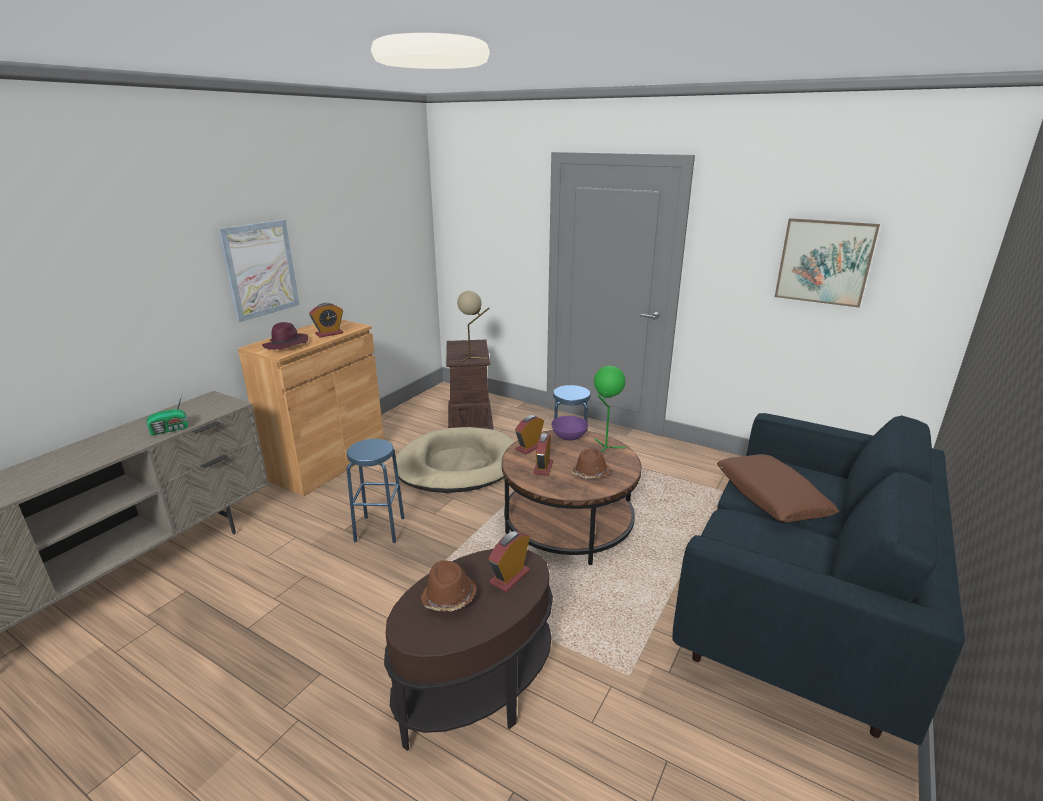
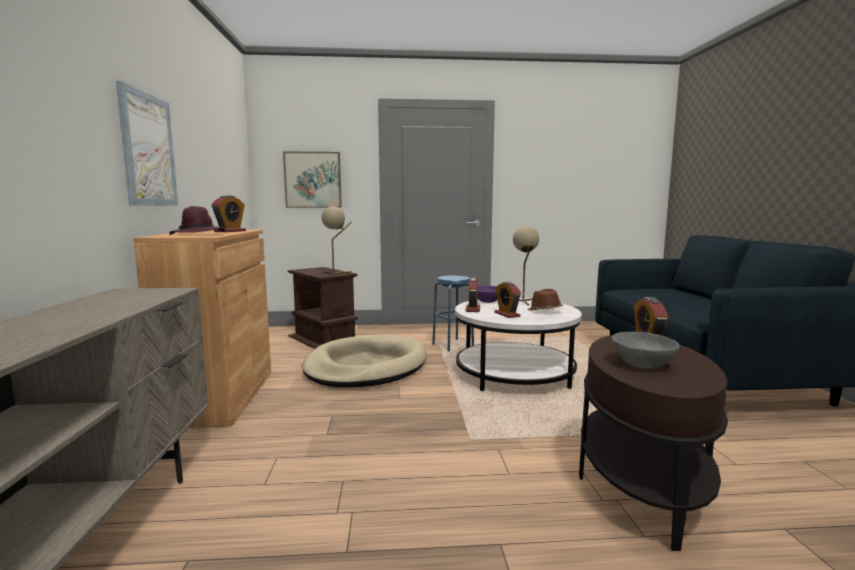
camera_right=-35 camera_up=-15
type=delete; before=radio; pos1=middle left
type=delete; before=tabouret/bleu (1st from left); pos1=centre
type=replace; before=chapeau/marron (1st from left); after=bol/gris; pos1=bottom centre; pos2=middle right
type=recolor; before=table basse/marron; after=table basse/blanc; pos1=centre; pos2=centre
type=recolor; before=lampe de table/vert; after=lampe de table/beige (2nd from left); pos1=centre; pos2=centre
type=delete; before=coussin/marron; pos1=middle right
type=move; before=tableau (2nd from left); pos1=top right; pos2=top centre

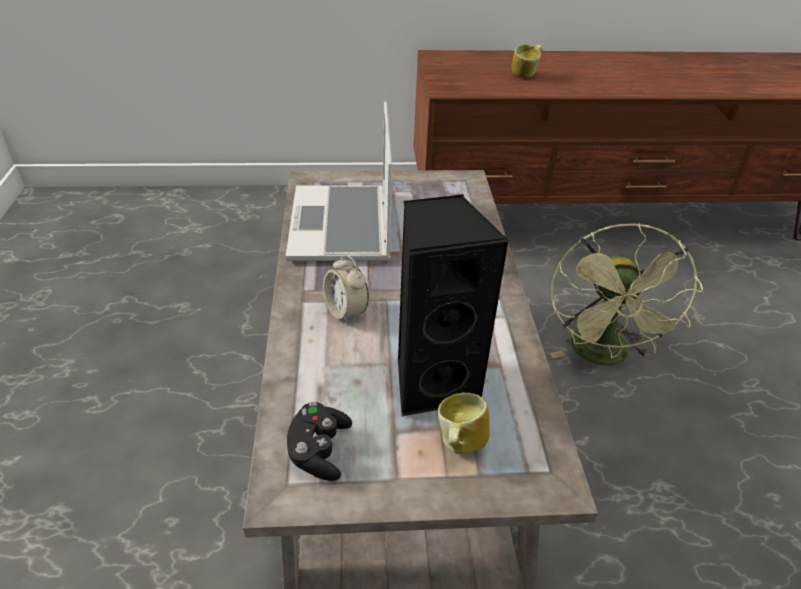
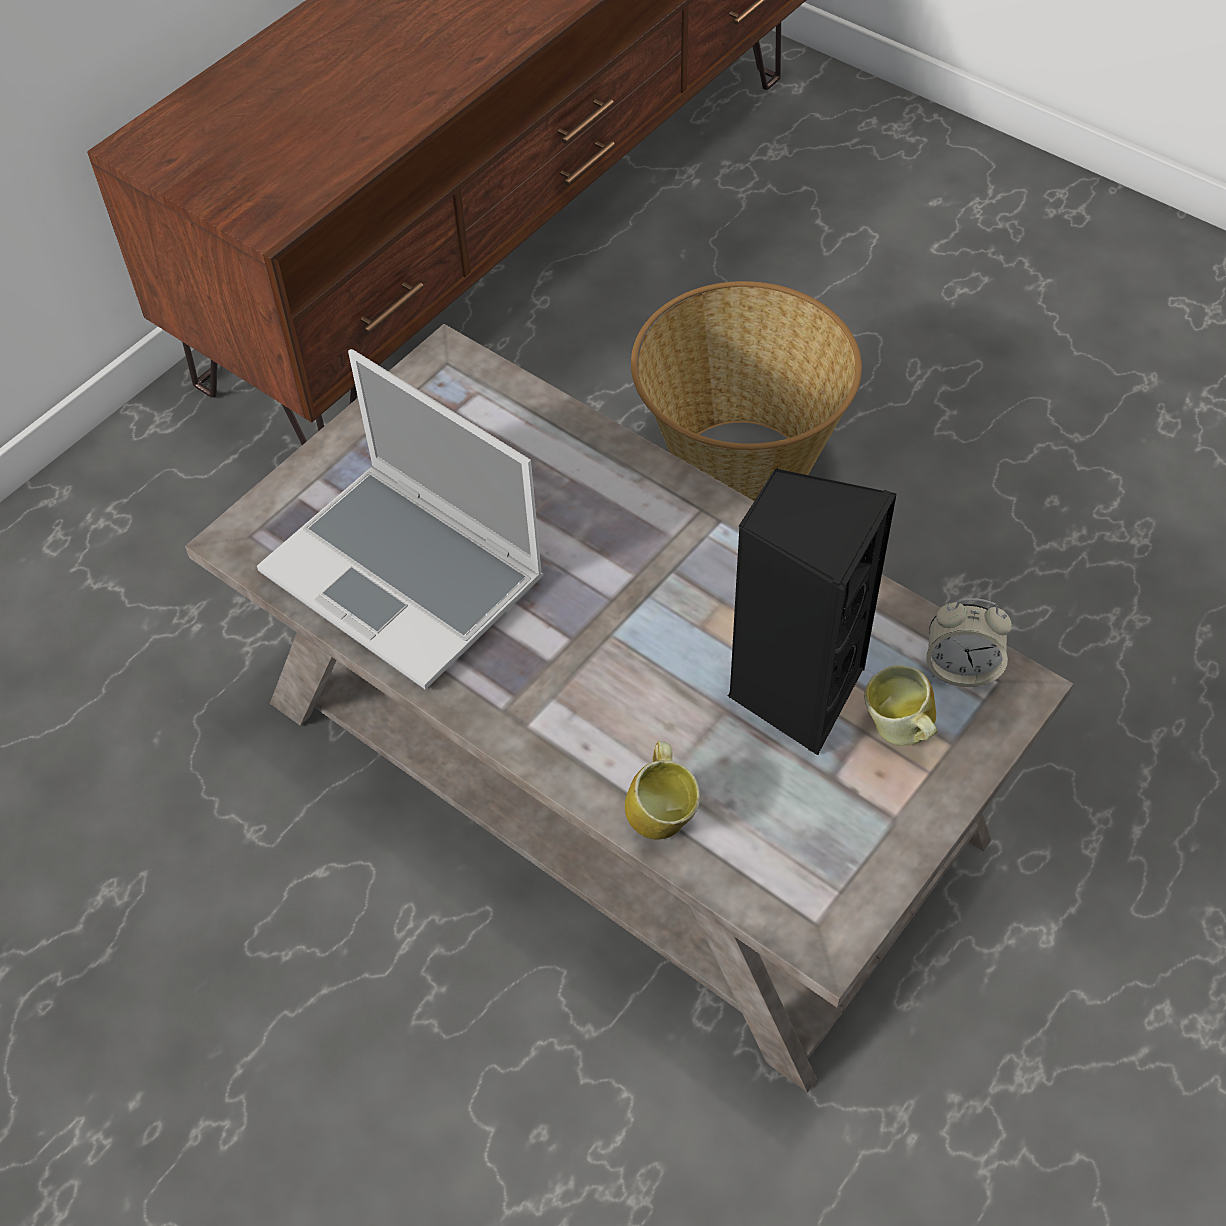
camera_right=-45 camera_up=15
type=delete; before=manette/noir; pos1=bottom centre
type=move; before=réveil; pos1=centre; pos2=middle right
type=move; before=mug (2nd from left in the first image); after=mug (1st from left); pos1=top centre; pos2=centre
type=replace; before=ventilateur/vert; after=panier; pos1=middle right; pos2=top centre

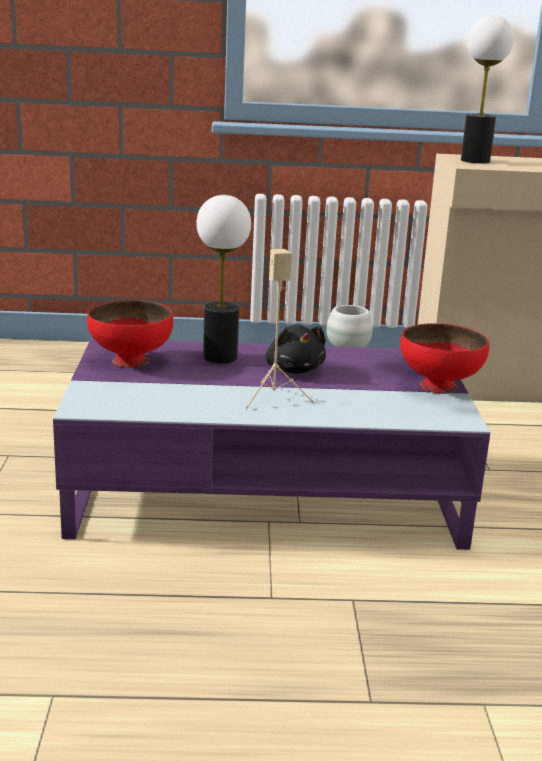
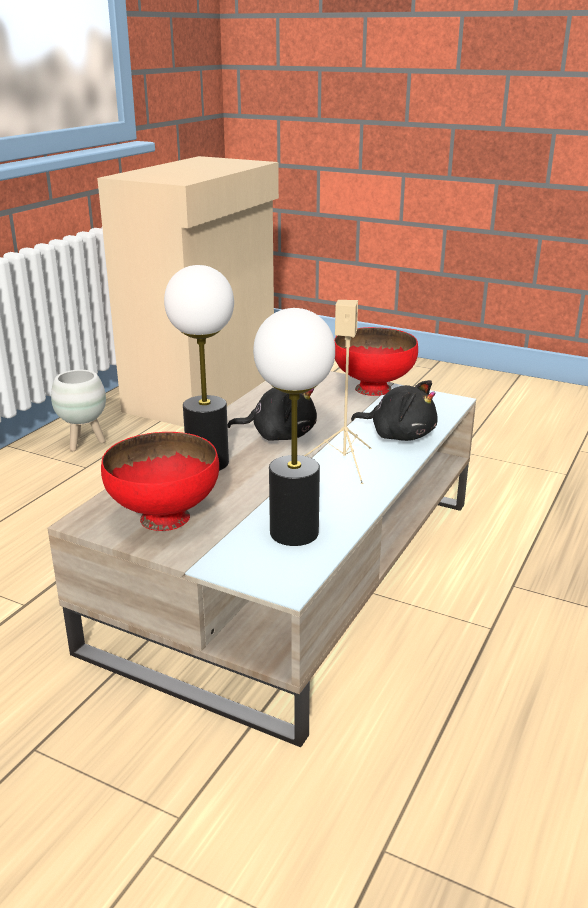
camera_right=-60 camera_up=5
type=recolor; before=table basse/violet; after=table basse/beige; pos1=centre; pos2=centre
type=move; before=lampe de table (2nd from left); pos1=top right; pos2=centre
type=insert; after=peluche/noir (2nd from left); pos2=middle right

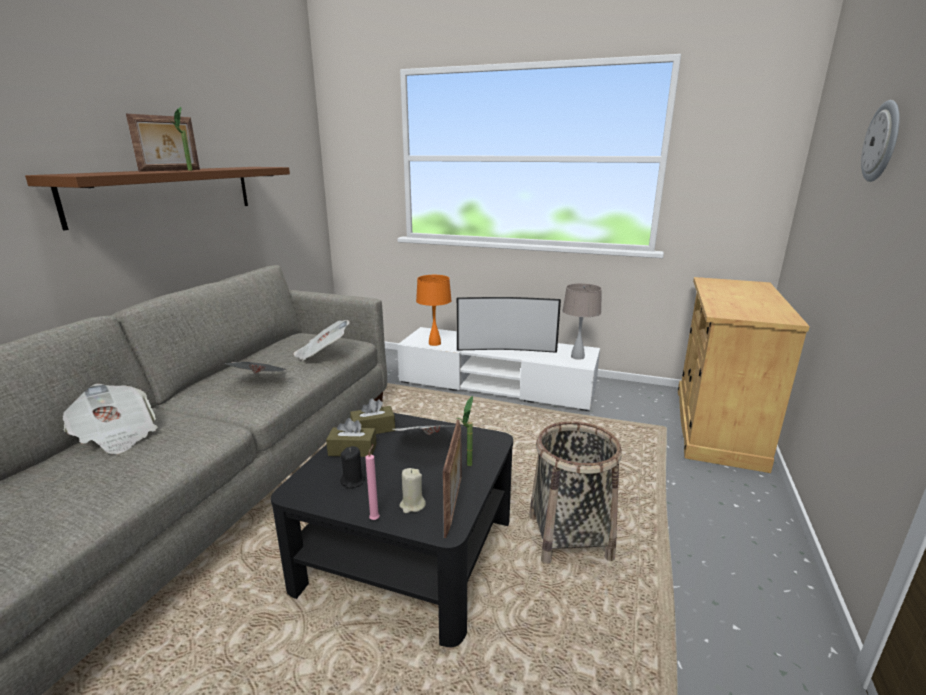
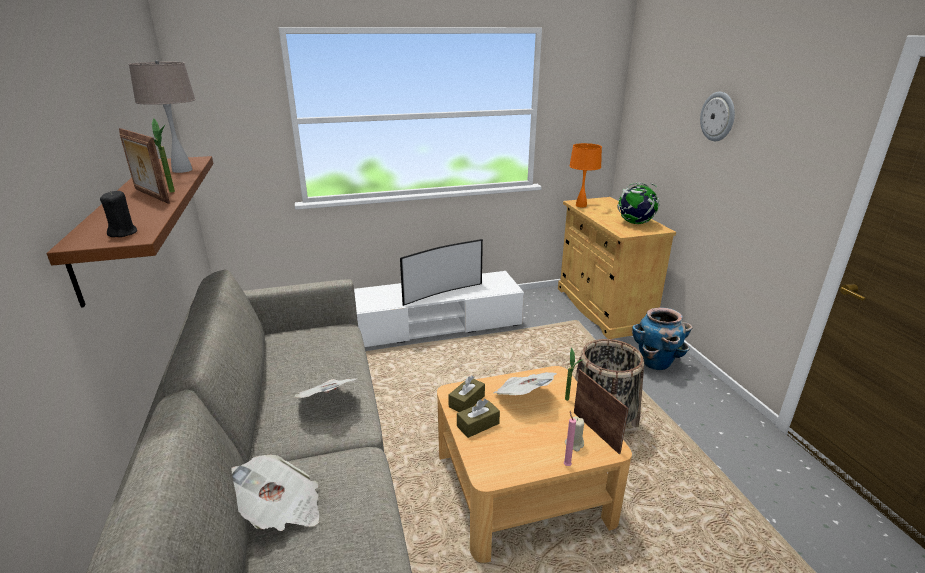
camera_right=-35 camera_up=5
type=rotate; before=cadre photo (1st from left); pos1=top left; pos2=top left; turn=135
type=recolor; before=table basse/noir; after=table basse/beige; pos1=bottom centre; pos2=bottom centre
type=delete; before=journal (3rd from left); pos1=centre
type=move; before=bougie/noir; pos1=bottom centre; pos2=middle left
type=move; before=lampe de table/orange; pos1=centre; pos2=top centre
type=move; before=lampe de table/beige; pos1=centre; pos2=top left
type=insert; after=globe; pos2=middle right
type=insert; after=cache-pot; pos2=middle right

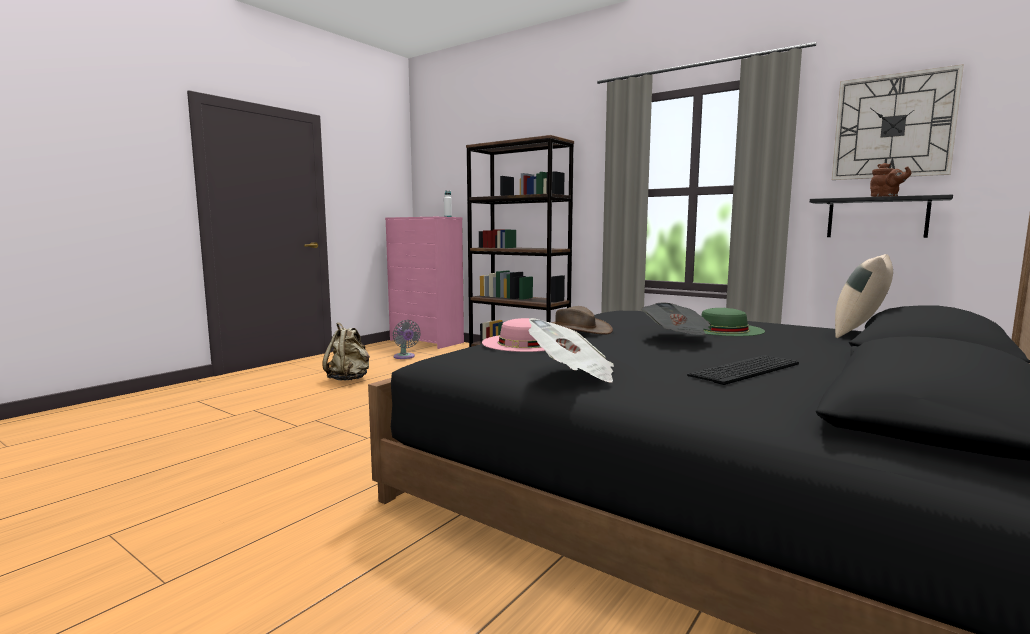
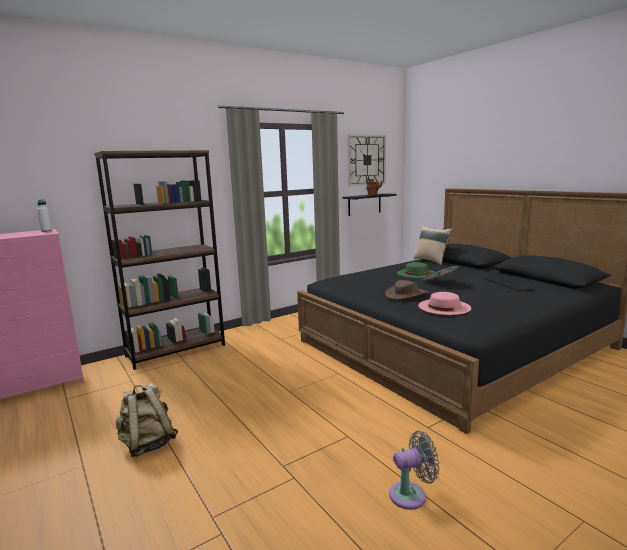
camera_right=-70 camera_up=5
type=move; before=ventilateur/gris; pos1=centre; pos2=bottom centre
type=delete; before=journal (1st from left); pos1=centre

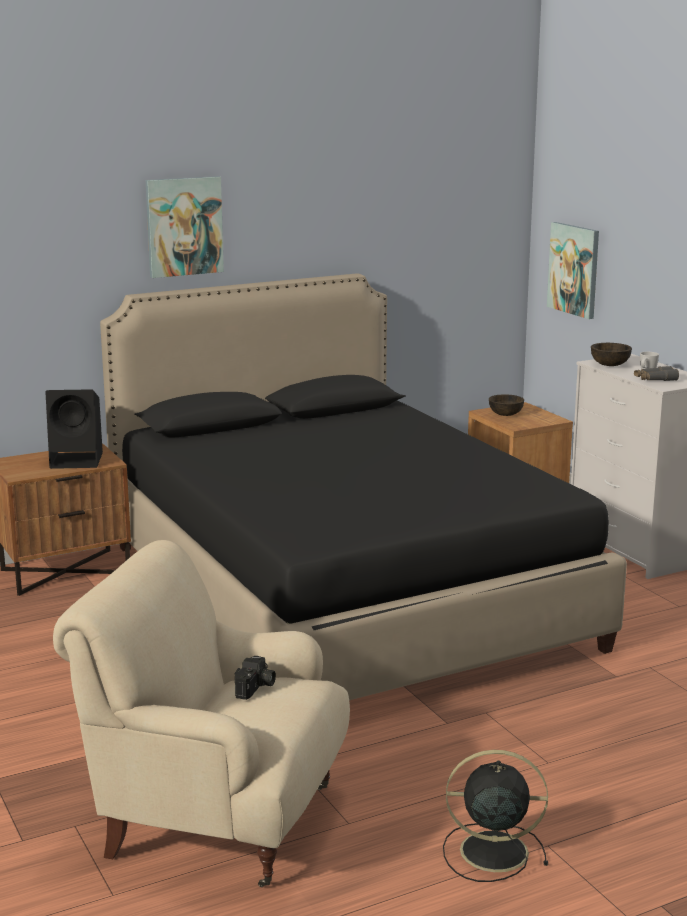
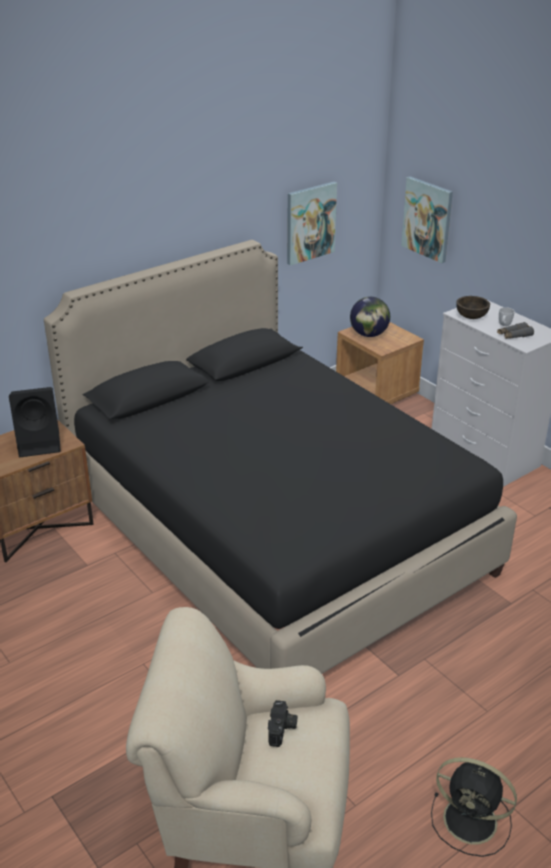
camera_right=-10 camera_up=15
type=move; before=tableau (1st from left); pos1=top left; pos2=top centre
type=rotate; before=ventilateur/noir; pos1=bottom right; pos2=bottom right; turn=-150
type=replace; before=bol/marron (1st from left); after=globe; pos1=middle right; pos2=middle right

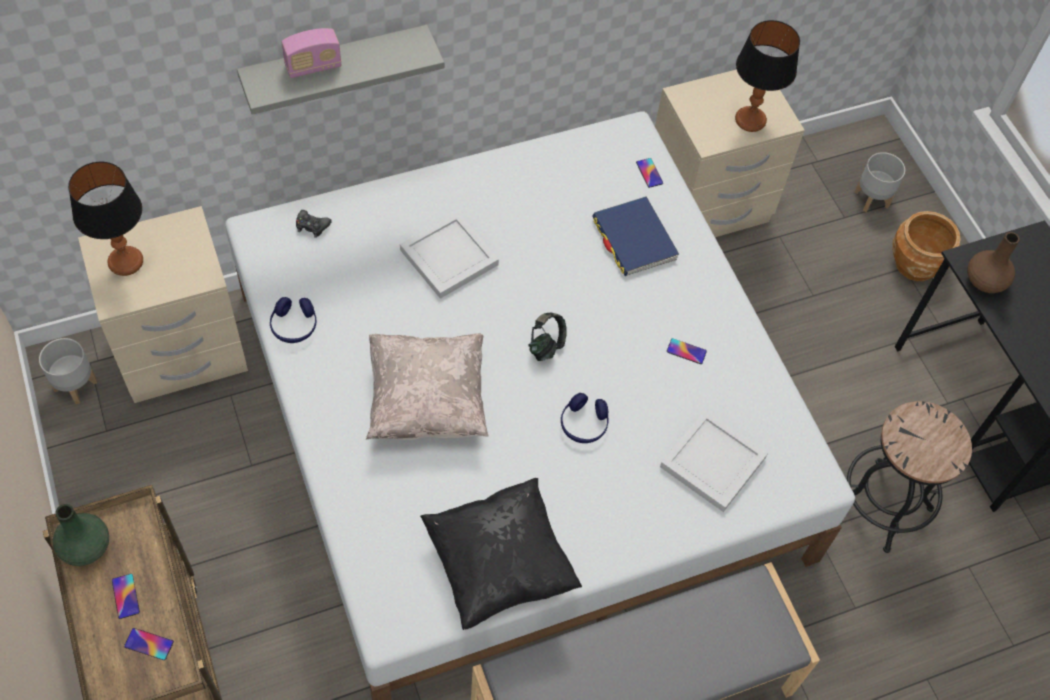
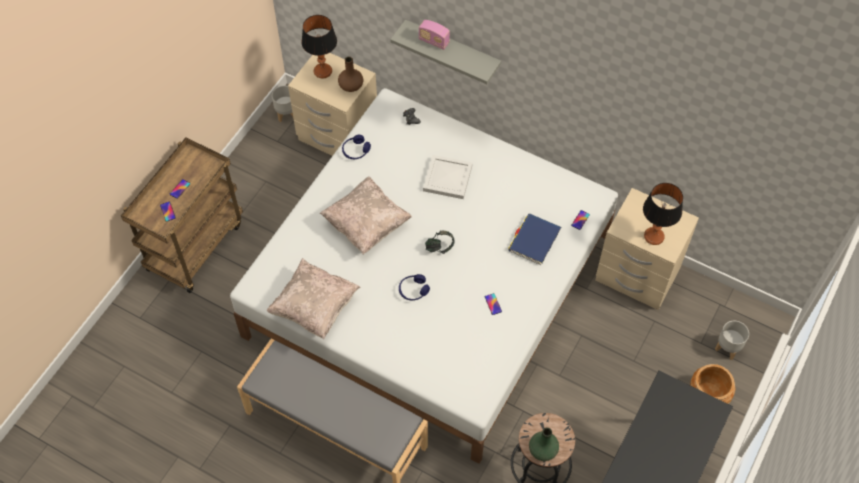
camera_right=55 camera_up=0
type=move; before=vase/vert; pos1=bottom left; pos2=bottom centre
type=recolor; before=coussin/noir; after=coussin/beige (1st from left); pos1=bottom centre; pos2=centre
type=delete; before=plateau/blanc (2nd from left); pos1=middle right
type=move; before=vase/marron; pos1=middle right; pos2=top centre

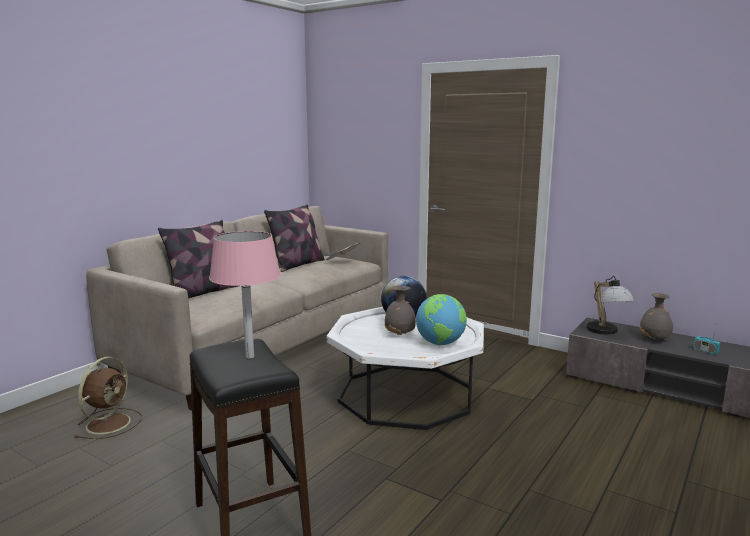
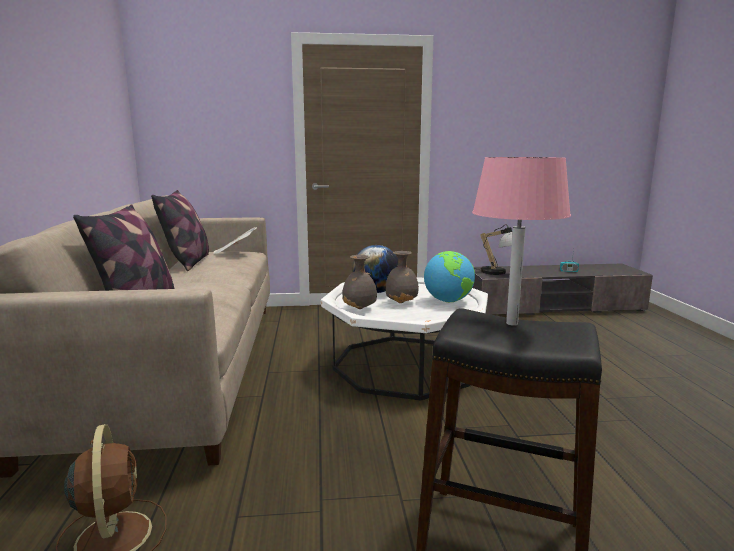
camera_right=-40 camera_up=0
type=move; before=vase/gris (2nd from left in the first image); after=vase/gris (1st from left); pos1=middle right; pos2=centre

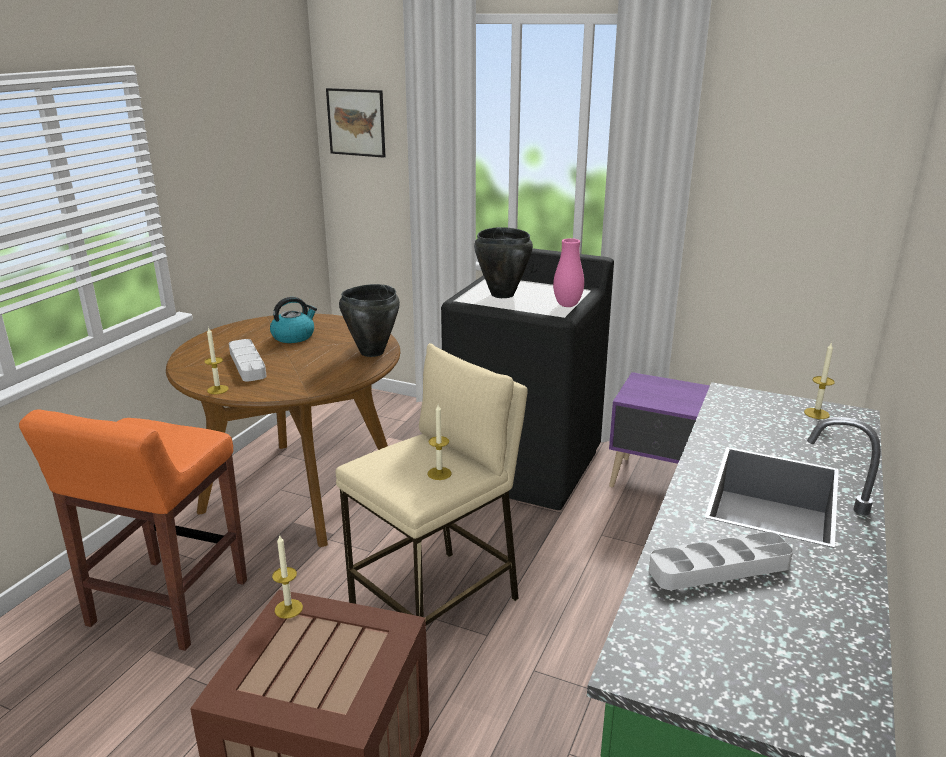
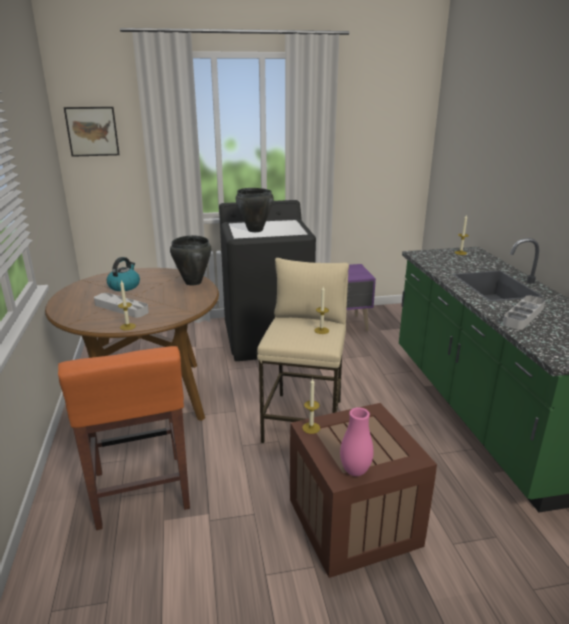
camera_right=-35 camera_up=0
type=move; before=vase/rose; pos1=centre; pos2=bottom centre

